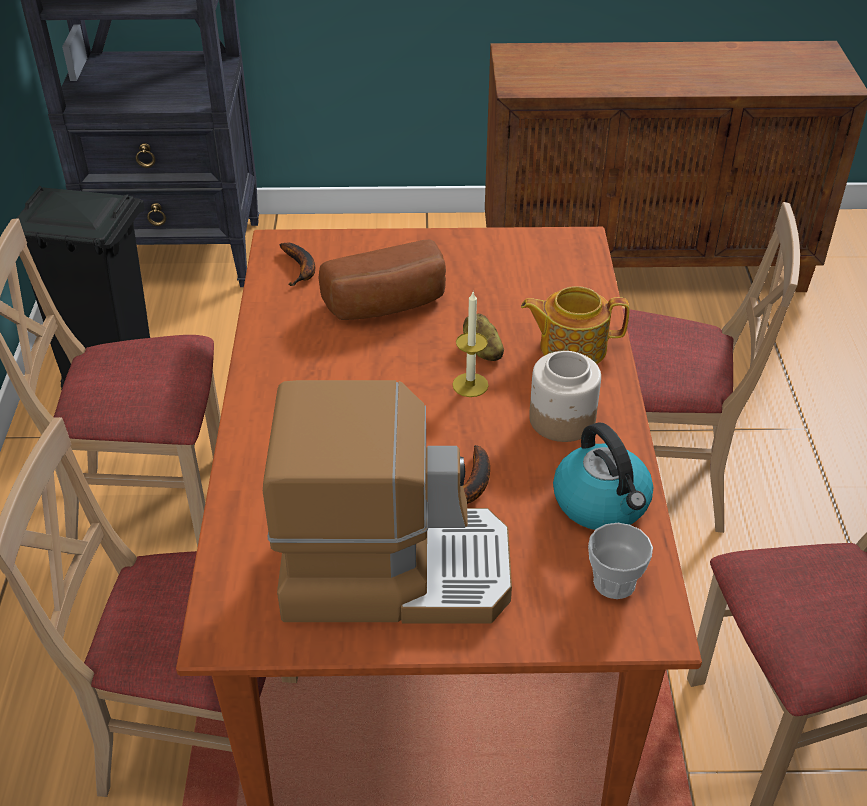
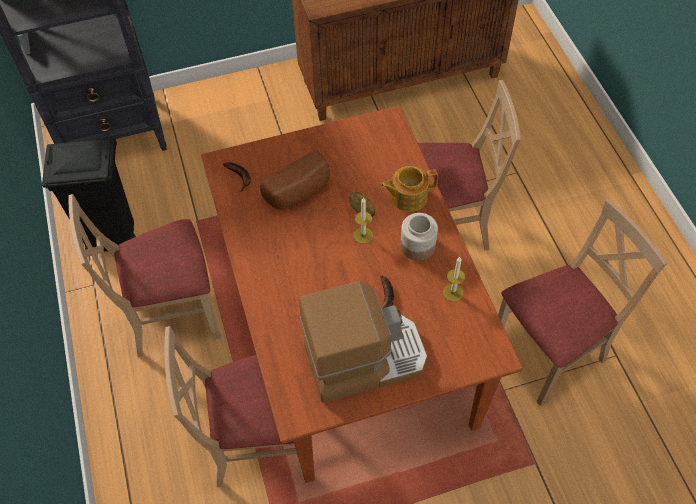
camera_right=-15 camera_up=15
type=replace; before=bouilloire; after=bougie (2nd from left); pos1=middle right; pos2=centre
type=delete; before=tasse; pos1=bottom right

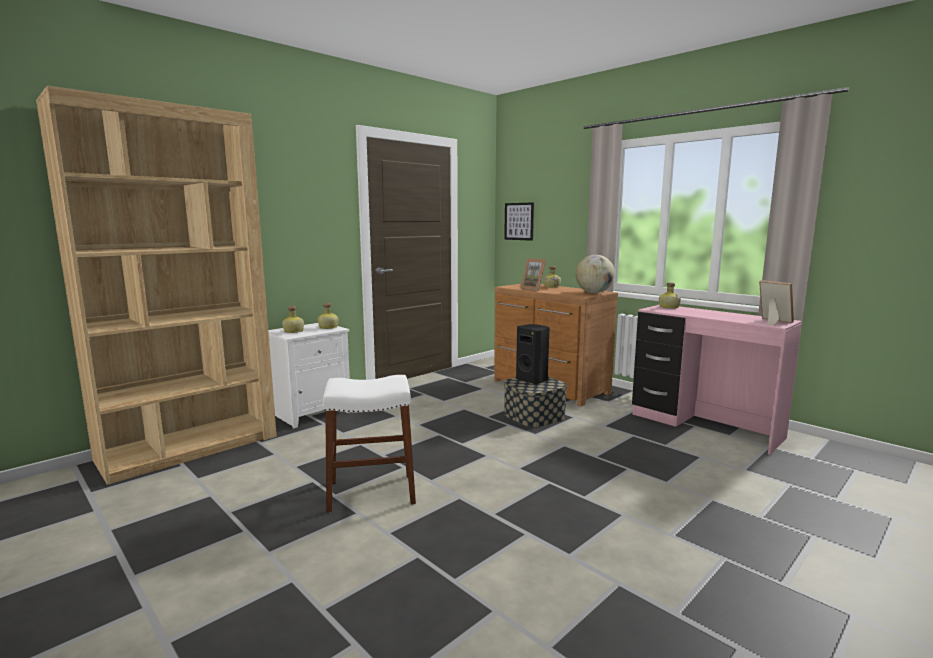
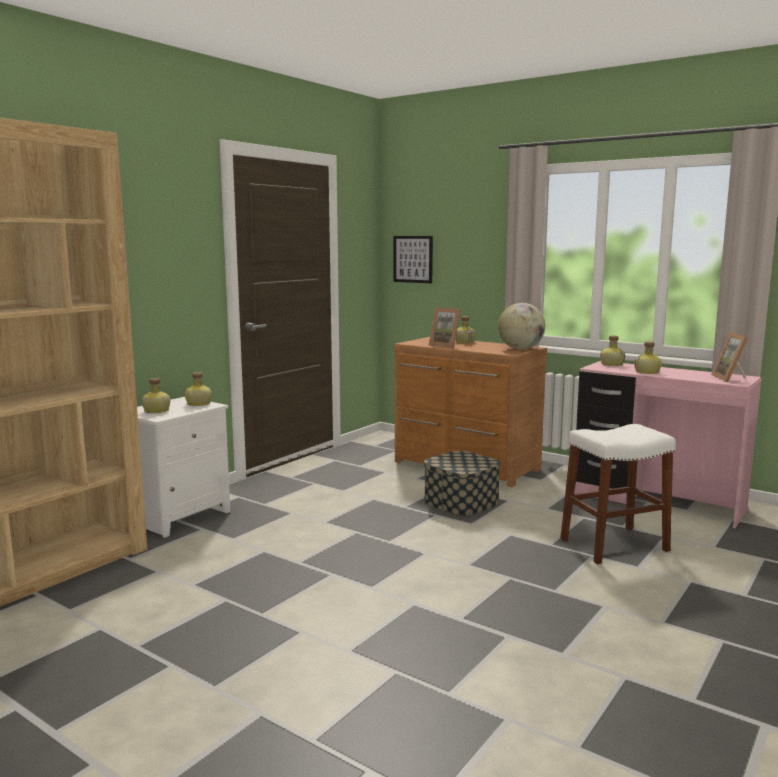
camera_right=-10 camera_up=0
type=move; before=tabouret/blanc; pos1=bottom centre; pos2=middle right
type=delete; before=enceinte/noir; pos1=centre
type=rotate; before=cadre photo (2nd from left); pos1=middle right; pos2=middle right; turn=-135
type=insert; after=bouteille (5th from left); pos2=middle right

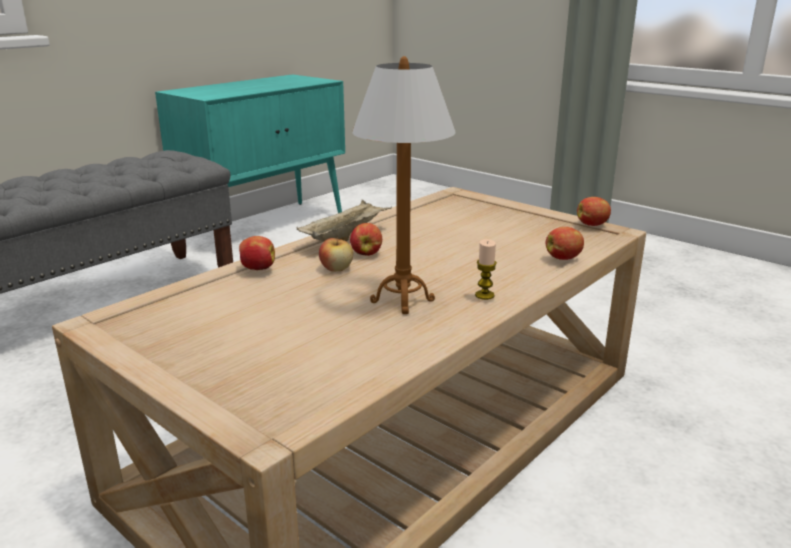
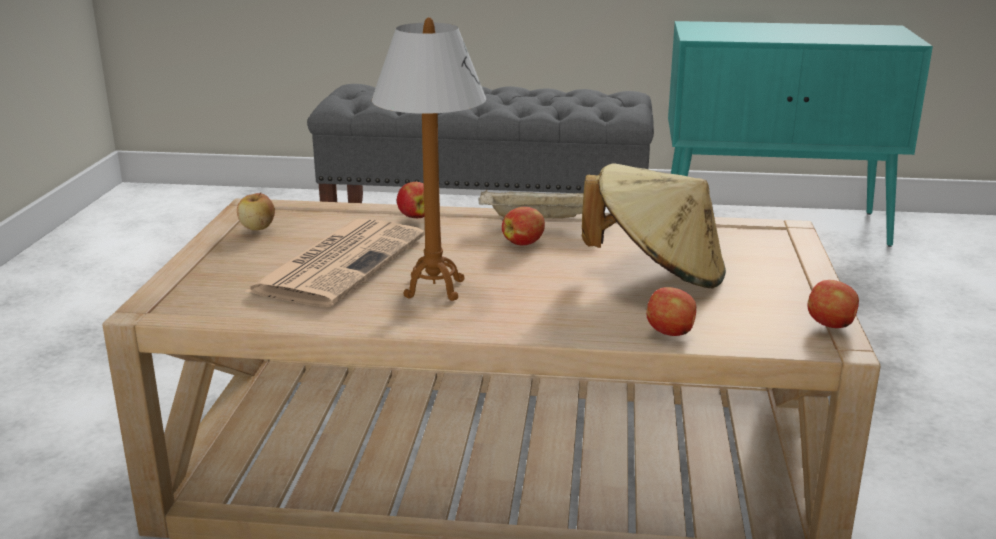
camera_right=55 camera_up=0
type=move; before=pomme (2nd from left in the first image); after=pomme (1st from left); pos1=centre; pos2=middle left
type=delete; before=bougie; pos1=centre
type=insert; after=journal; pos2=centre
type=insert; after=chapeau/beige; pos2=centre

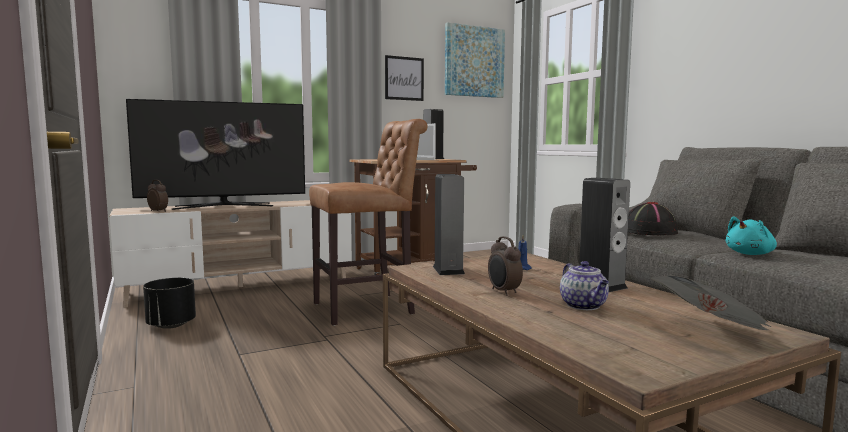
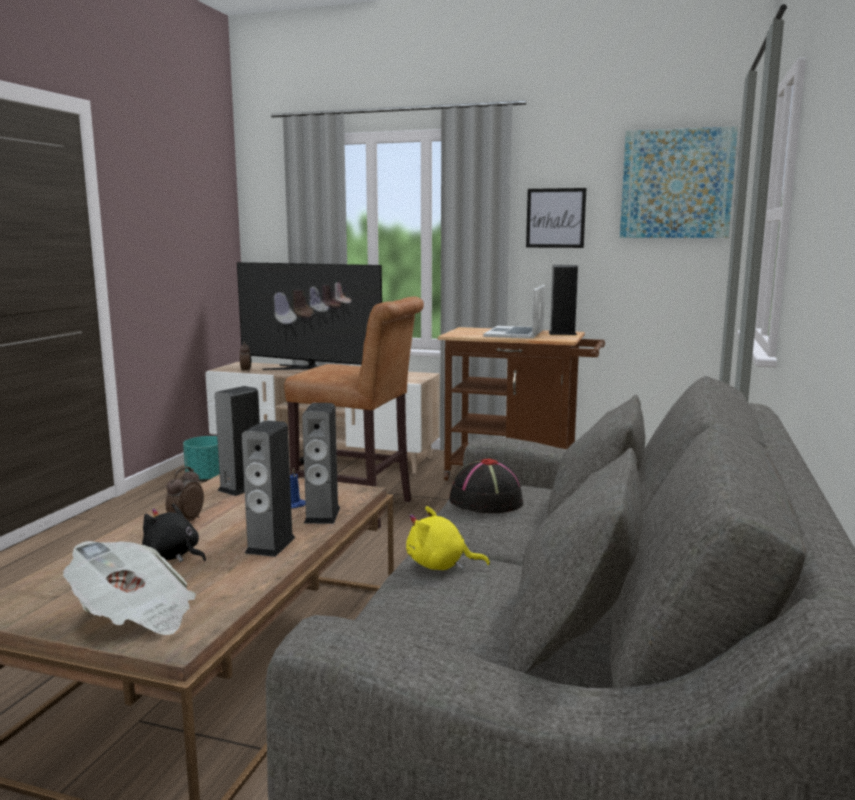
camera_right=45 camera_up=5
type=recolor; before=cache-pot/noir; after=cache-pot/turquoise; pos1=bottom left; pos2=middle left
type=replace; before=théière; after=peluche/noir; pos1=middle right; pos2=middle left
type=recolor; before=peluche/turquoise; after=peluche/jaune; pos1=middle right; pos2=bottom centre
type=insert; after=enceinte (3rd from left); pos2=centre

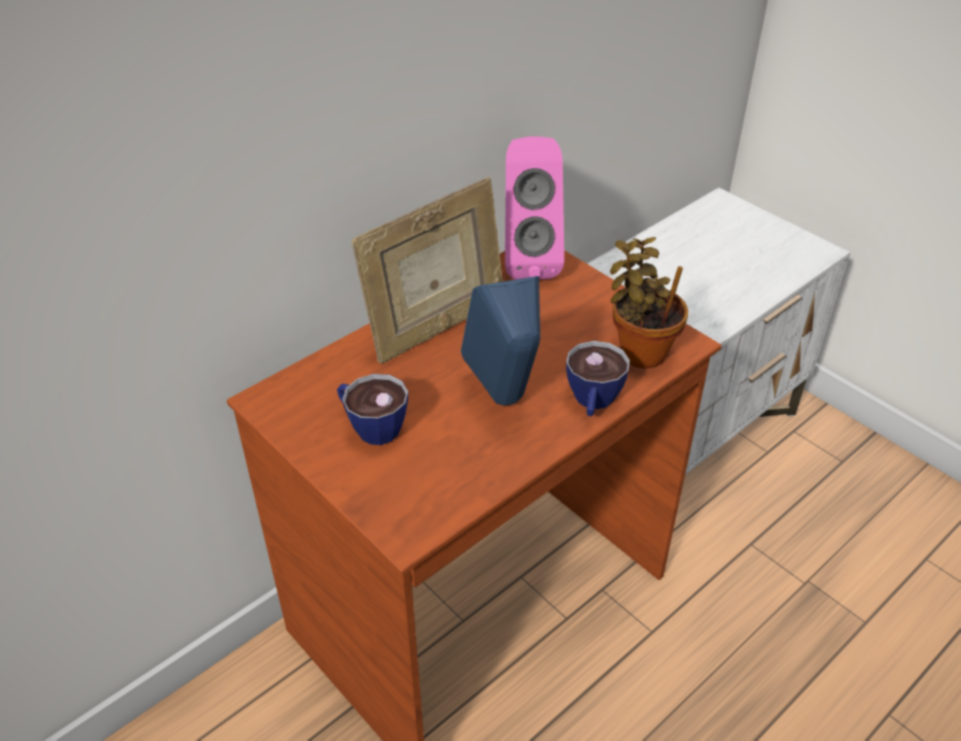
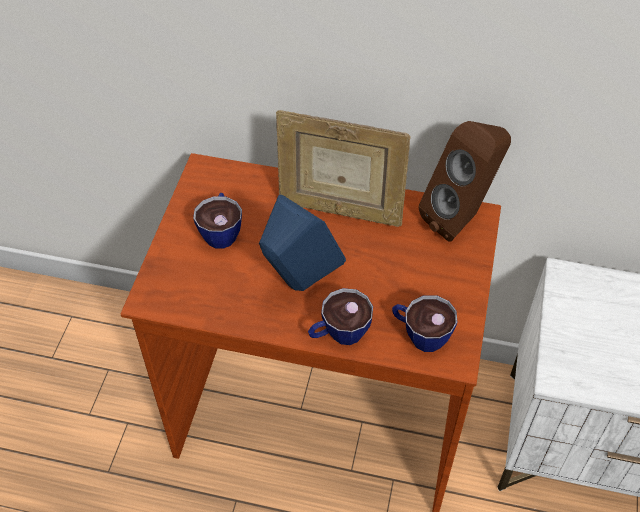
camera_right=55 camera_up=10
type=recolor; before=enceinte/rose; after=enceinte/marron; pos1=top centre; pos2=middle right
type=replace; before=plante en pot; after=tasse (3rd from left); pos1=middle right; pos2=centre

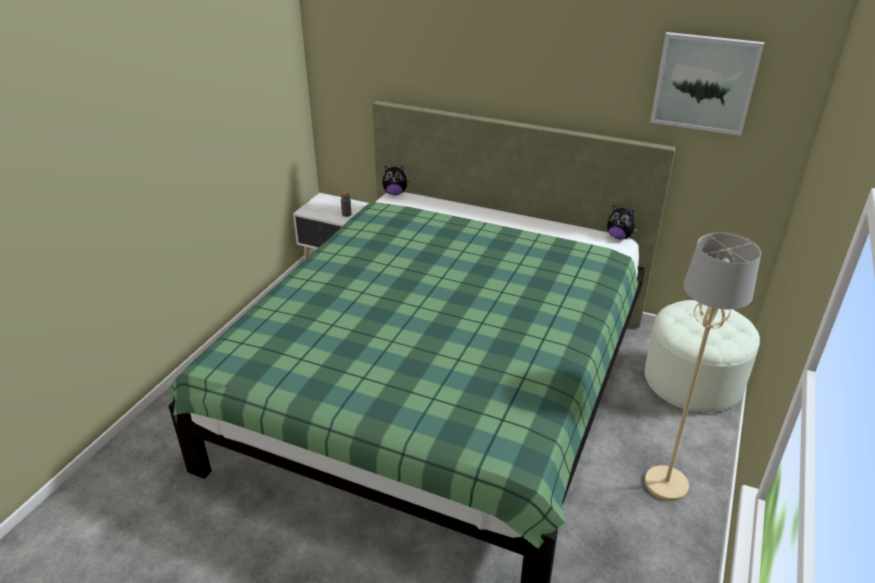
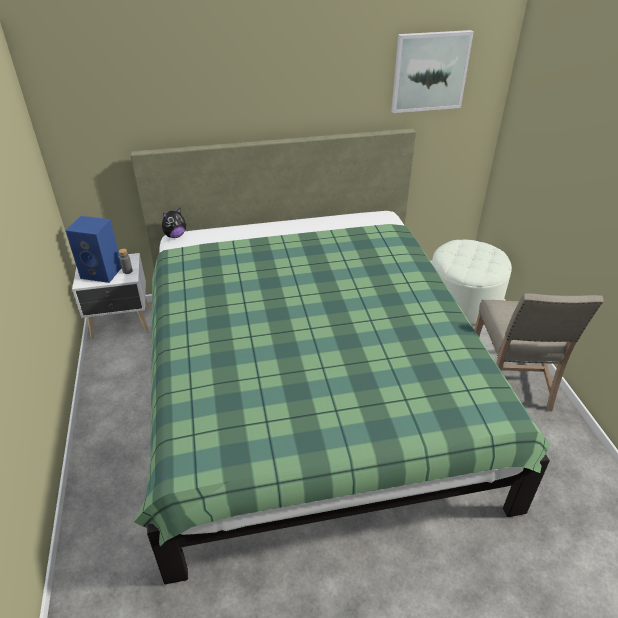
camera_right=-35 camera_up=5
type=delete; before=peluche (2nd from left); pos1=middle right
type=replace; before=lampadaire/beige; after=chaise/beige; pos1=middle right; pos2=middle right
type=insert; after=enceinte/bleu; pos2=middle left

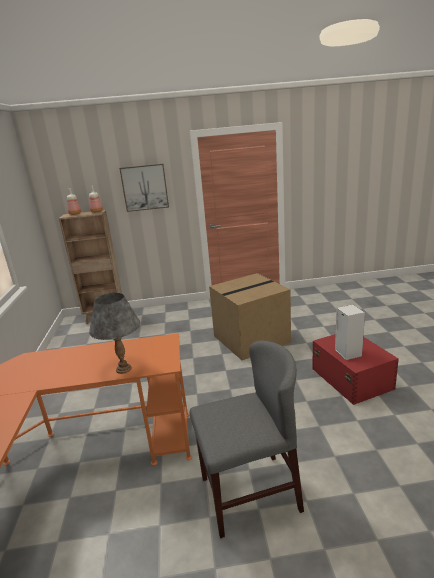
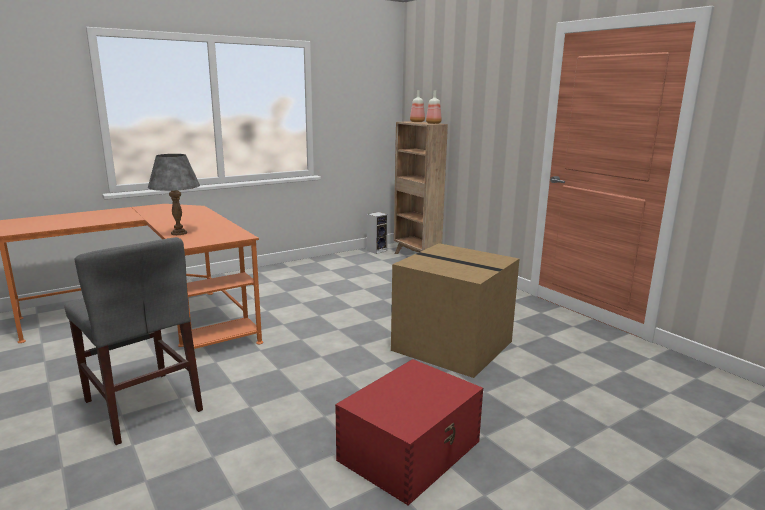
camera_right=60 camera_up=-5
type=delete; before=tableau; pos1=top left
type=move; before=enceinte; pos1=middle right; pos2=centre

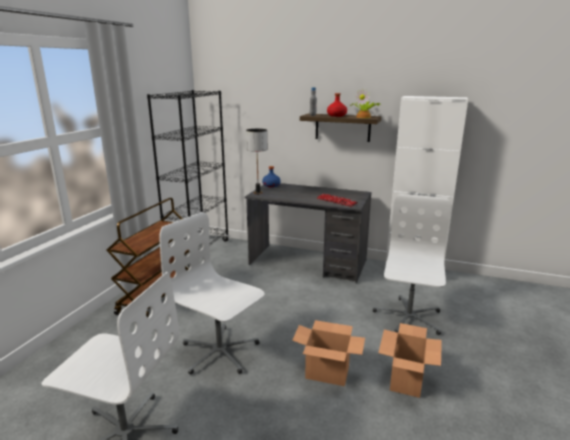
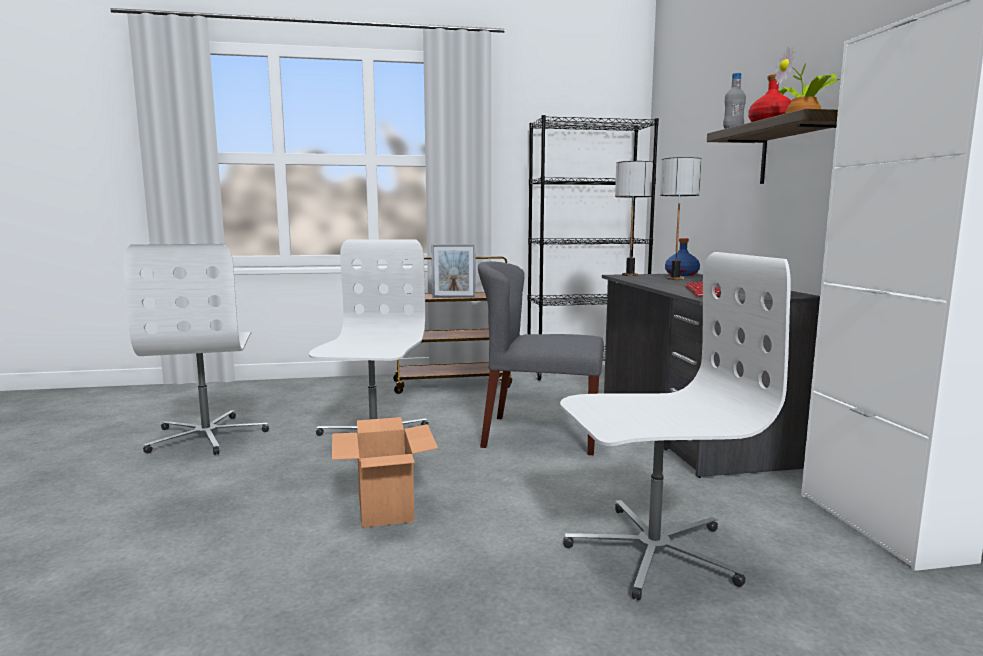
camera_right=60 camera_up=-10
type=delete; before=carton (2nd from left); pos1=bottom right
type=insert; after=cadre photo; pos2=centre
type=insert; after=chaise/gris; pos2=centre
type=insert; after=lampe de table (2nd from left); pos2=top right

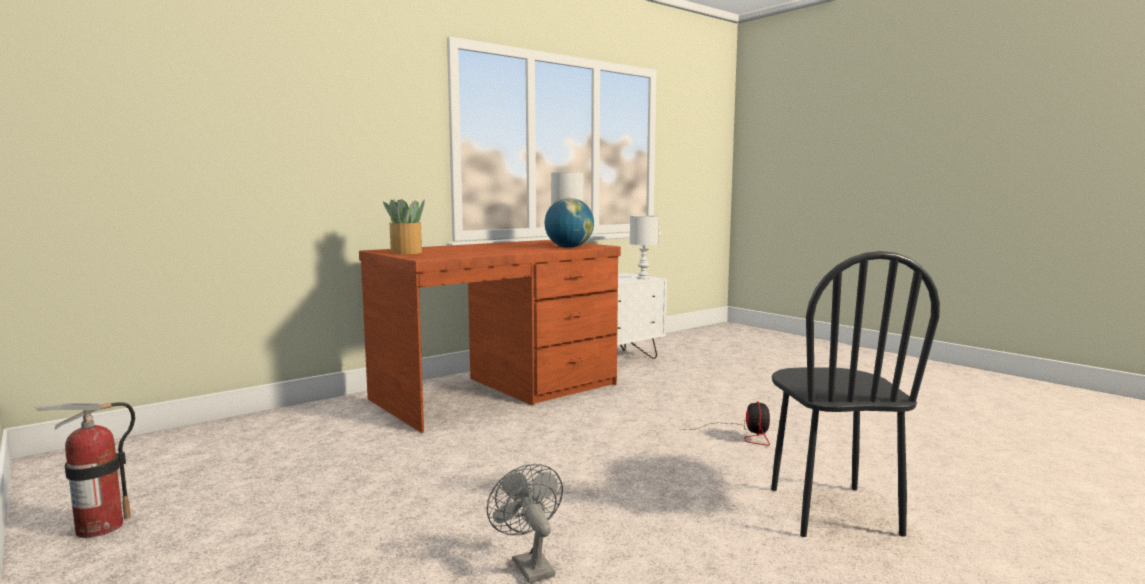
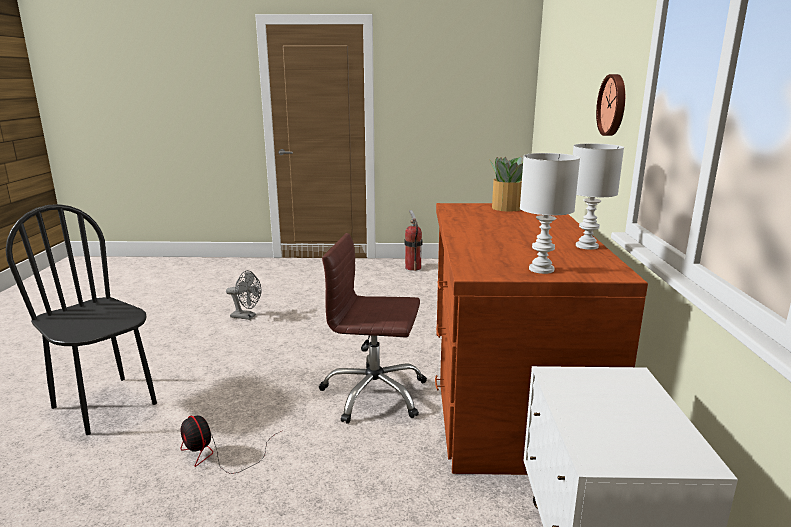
camera_right=130 camera_up=10
type=delete; before=globe; pos1=centre
type=move; before=lampe de table/blanc (2nd from left); pos1=centre; pos2=middle right
type=insert; after=chaise de bureau/marron; pos2=centre
type=insert; after=horloge murale; pos2=top right

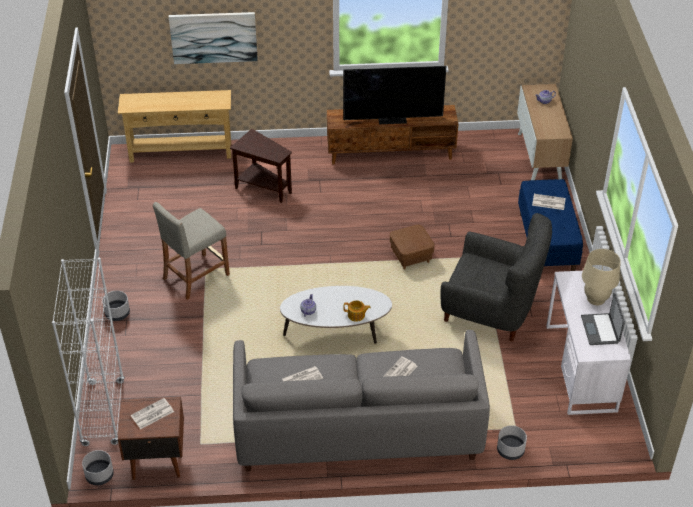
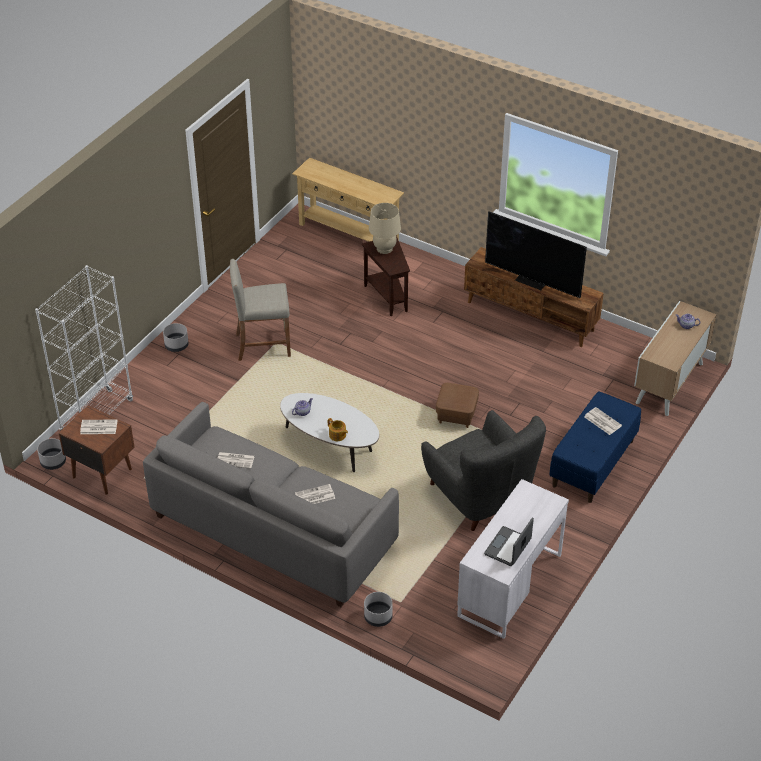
camera_right=35 camera_up=0
type=delete; before=tableau; pos1=top left
type=move; before=lampe de table/beige; pos1=middle right; pos2=top centre

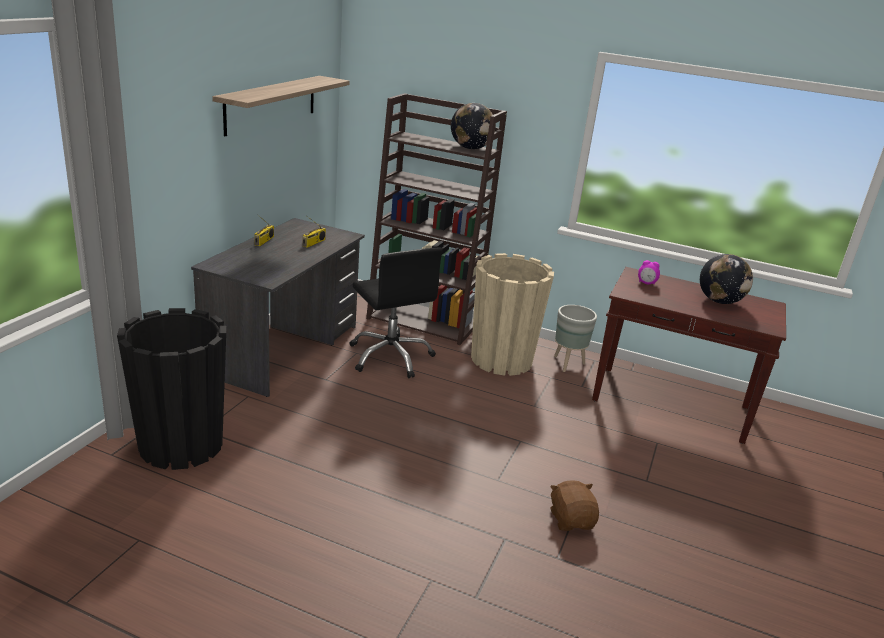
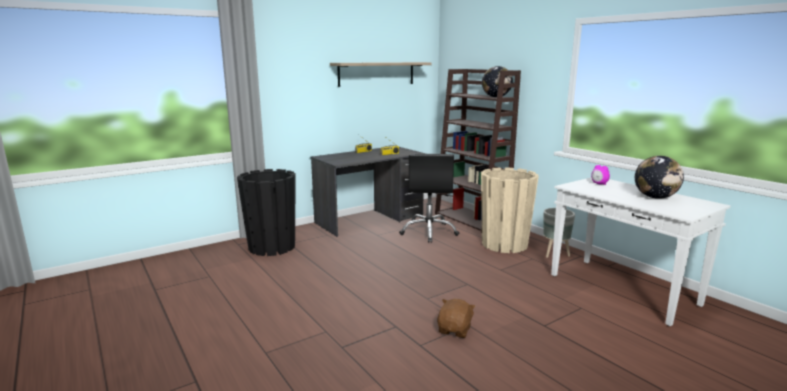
camera_right=35 camera_up=-10
type=recolor; before=table console/marron; after=table console/blanc; pos1=middle right; pos2=middle right

